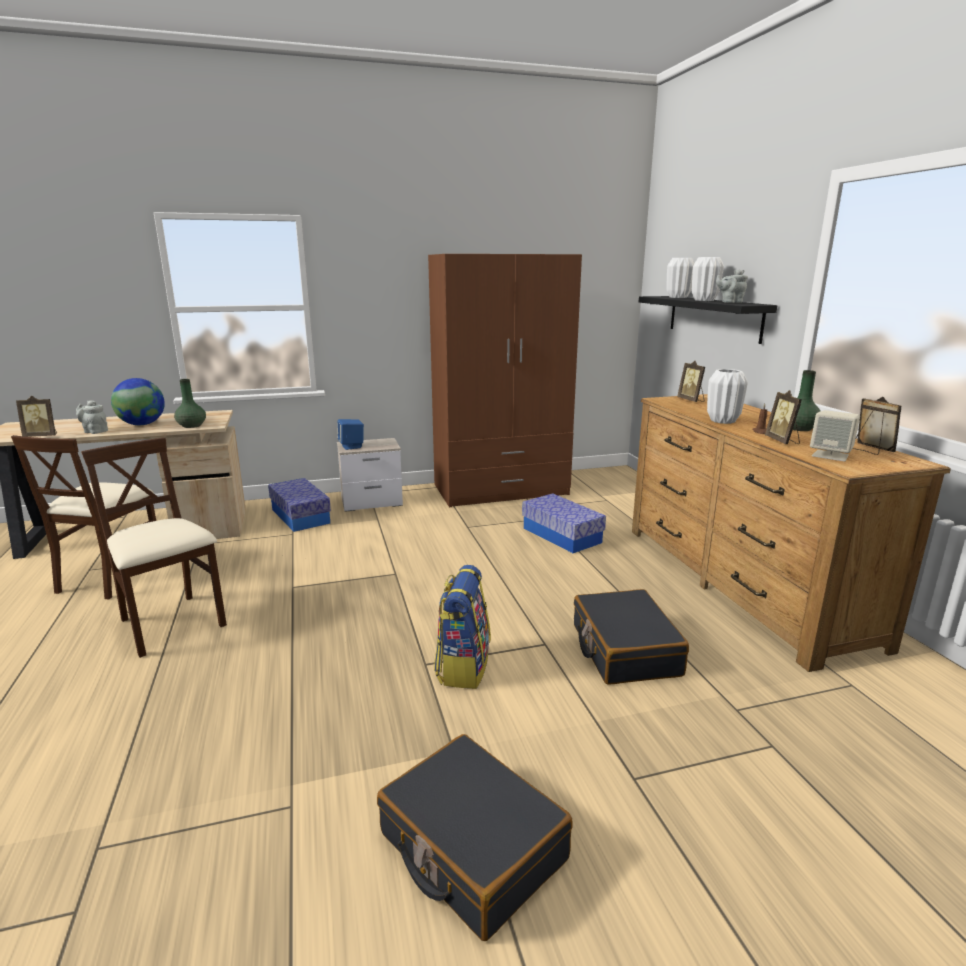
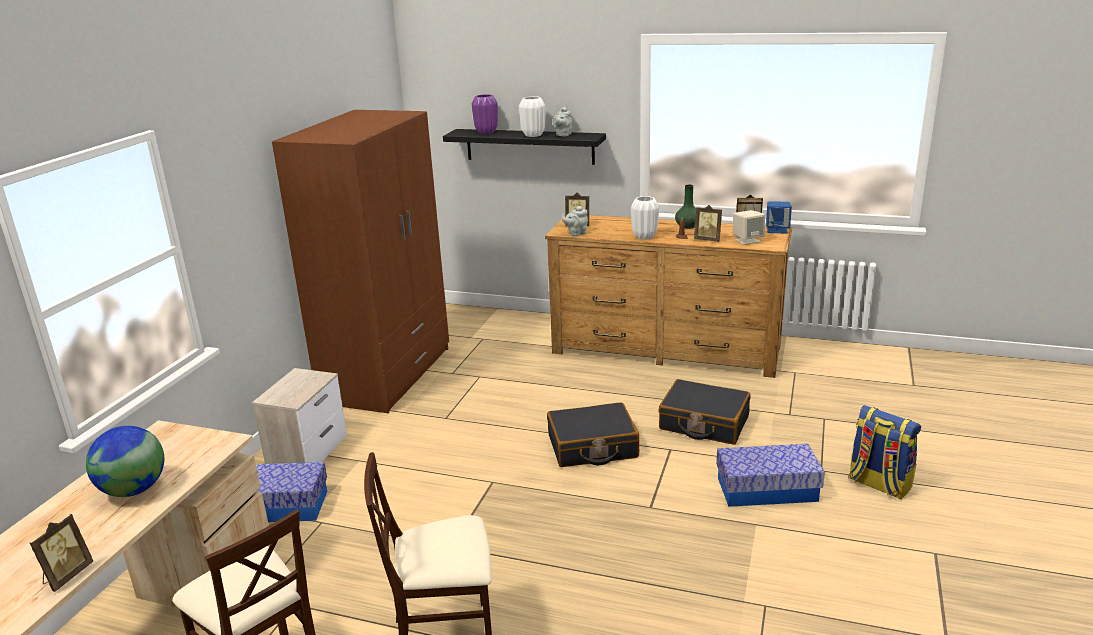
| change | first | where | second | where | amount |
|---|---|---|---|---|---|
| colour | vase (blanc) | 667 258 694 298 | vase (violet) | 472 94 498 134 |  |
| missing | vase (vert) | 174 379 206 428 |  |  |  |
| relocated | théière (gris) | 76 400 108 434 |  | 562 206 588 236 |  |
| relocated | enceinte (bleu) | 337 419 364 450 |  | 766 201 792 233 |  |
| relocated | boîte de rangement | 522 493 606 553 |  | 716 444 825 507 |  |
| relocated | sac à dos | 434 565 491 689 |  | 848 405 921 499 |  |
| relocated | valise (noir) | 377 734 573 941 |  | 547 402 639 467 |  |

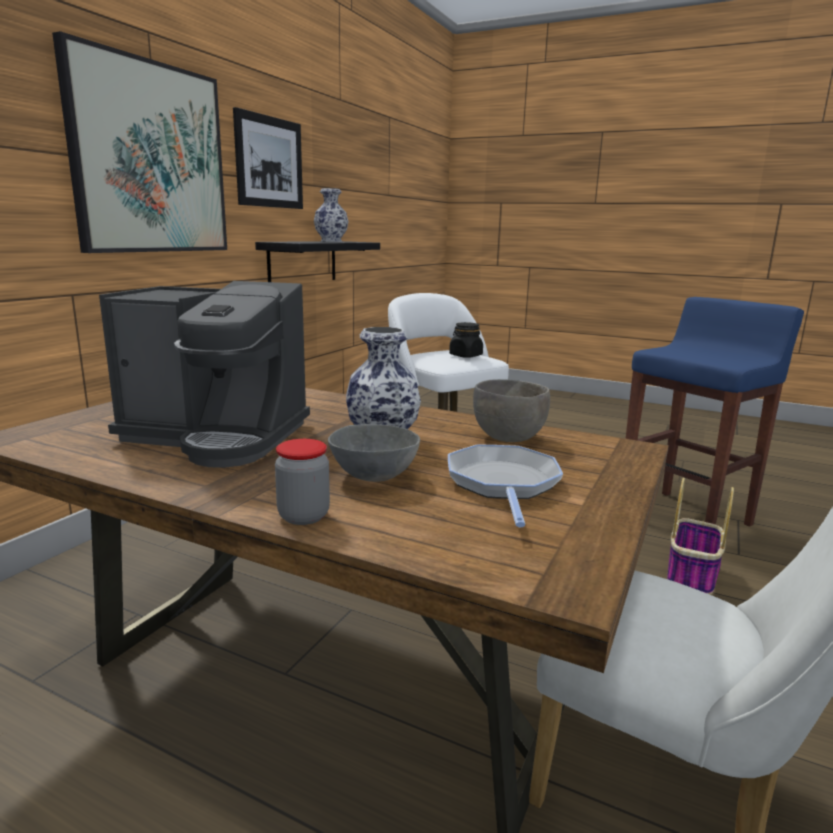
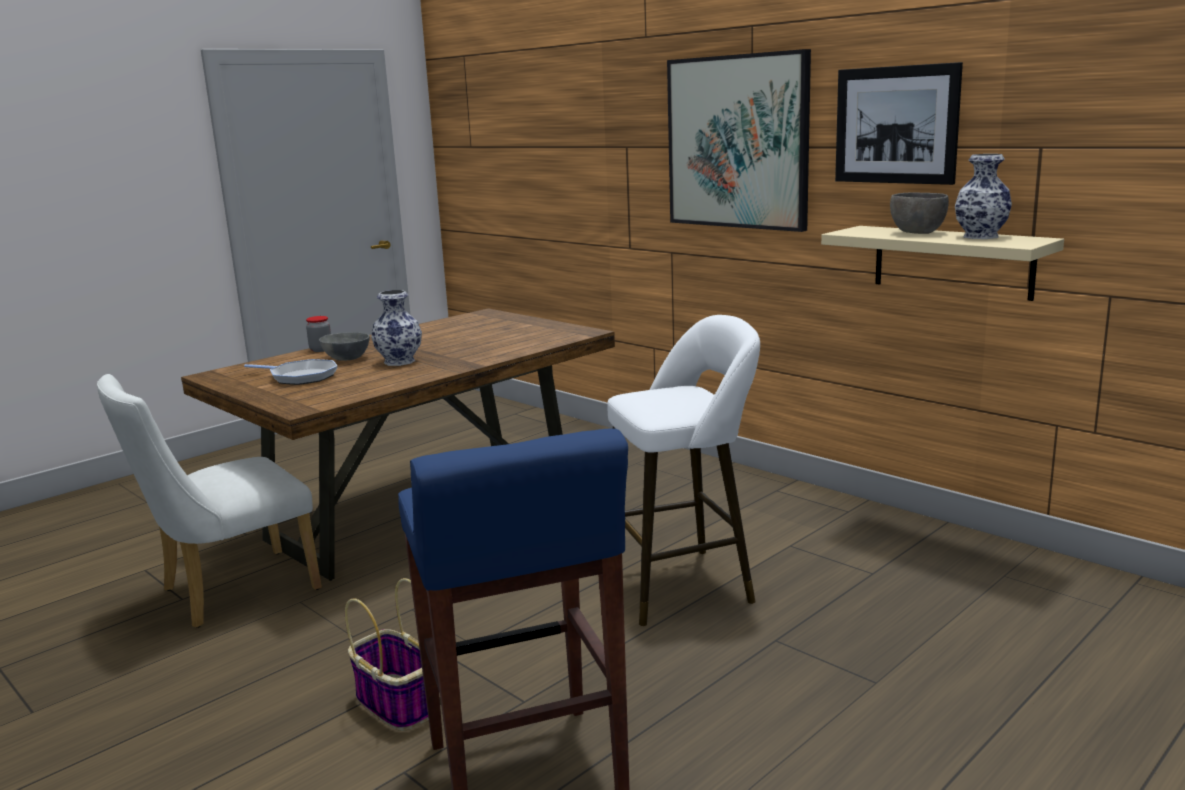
| change | first | where | second | where | amount |
|---|---|---|---|---|---|
| colour | étagère (noir) | 255 241 380 282 | étagère (beige) | 821 226 1064 301 |  |
| missing | machine à café | 99 281 310 468 |  |  |  |
| missing | bocal (noir) | 449 322 483 358 |  |  |  |
| relocated | bol (gris) | 473 379 550 442 |  | 890 193 949 234 |  |

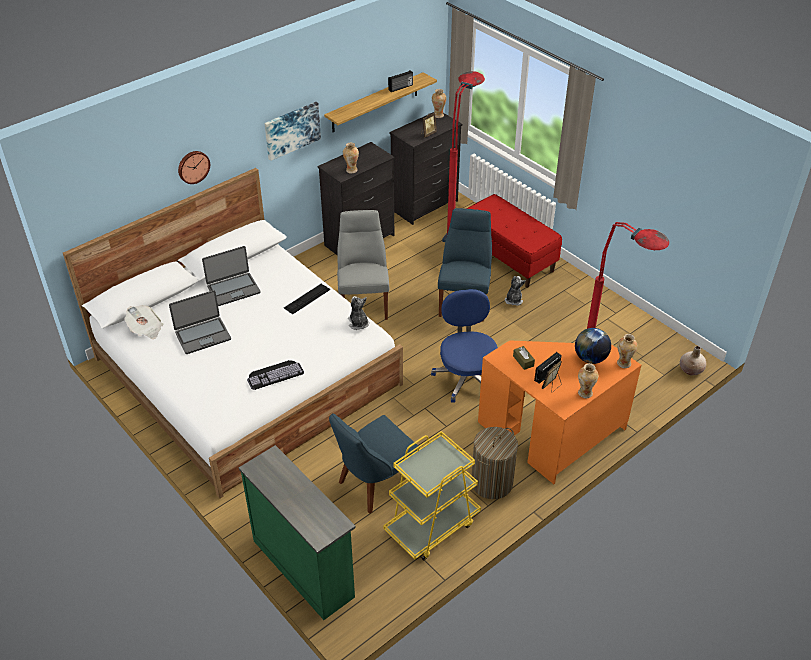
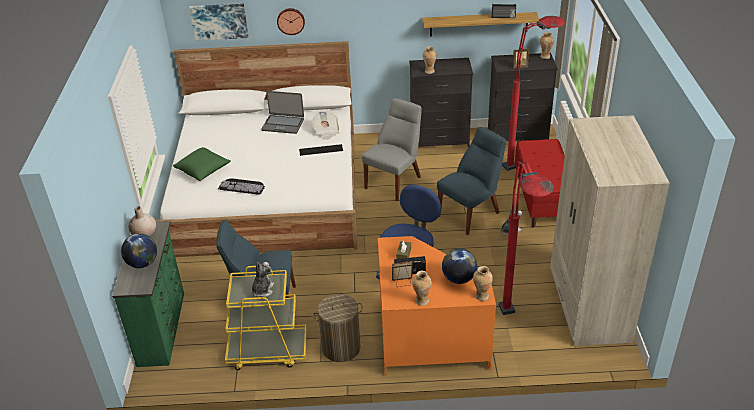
| change | first | where | second | where | amount |
|---|---|---|---|---|---|
| relocated | tableau | 265 102 321 161 |  | 189 4 249 41 |  |
| missing | ordinateur portable | 169 290 231 354 |  |  |  |
| relocated | peluche | 348 296 369 330 |  | 251 262 274 297 |  |
| relocated | journal | 124 305 163 339 |  | 313 111 339 140 |  |
| relocated | vase (beige) | 680 346 706 376 |  | 129 206 156 237 |  |
| appeared |  |  | armoire (beige) | 550 115 670 346 |  |
| appeared |  |  | coussin (vert) | 173 147 231 181 |  |
| appeared |  |  | globe | 121 233 157 268 |  |

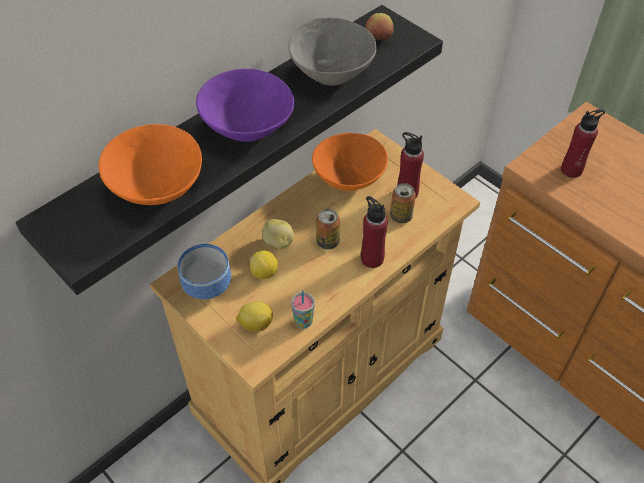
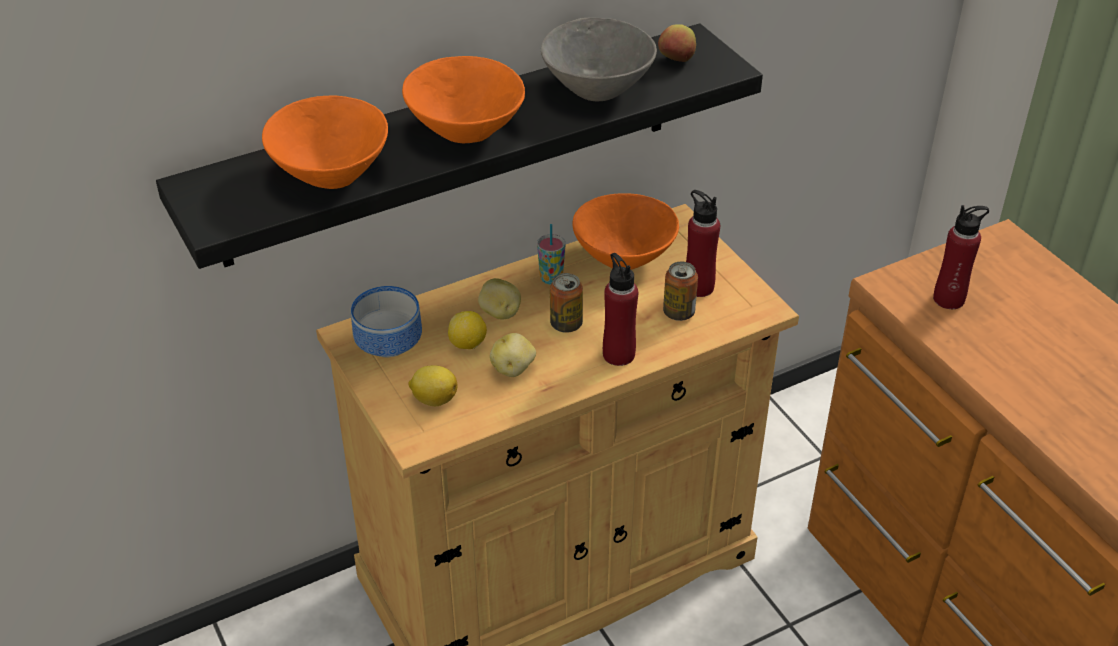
| change | first | where | second | where | amount |
|---|---|---|---|---|---|
| colour | bol (violet) | 196 69 295 142 | bol (orange) | 402 56 525 143 |  |
| relocated | tasse | 291 290 314 329 |  | 537 224 565 285 |  |
| appeared |  |  | pomme de terre | 490 333 536 377 |  |

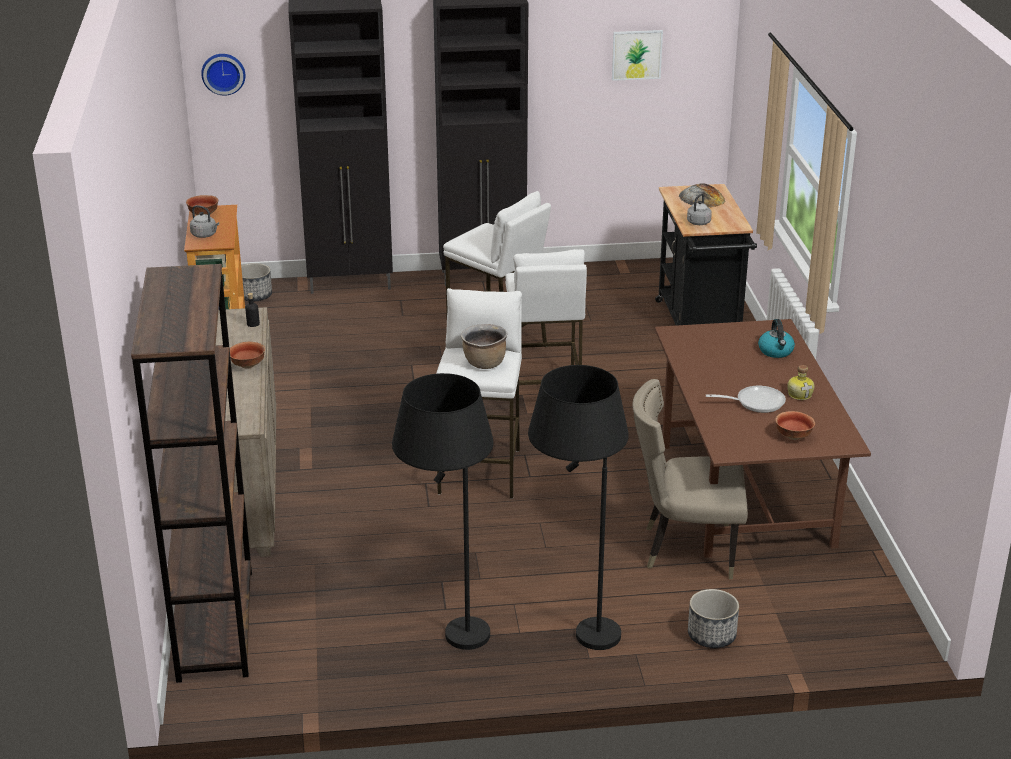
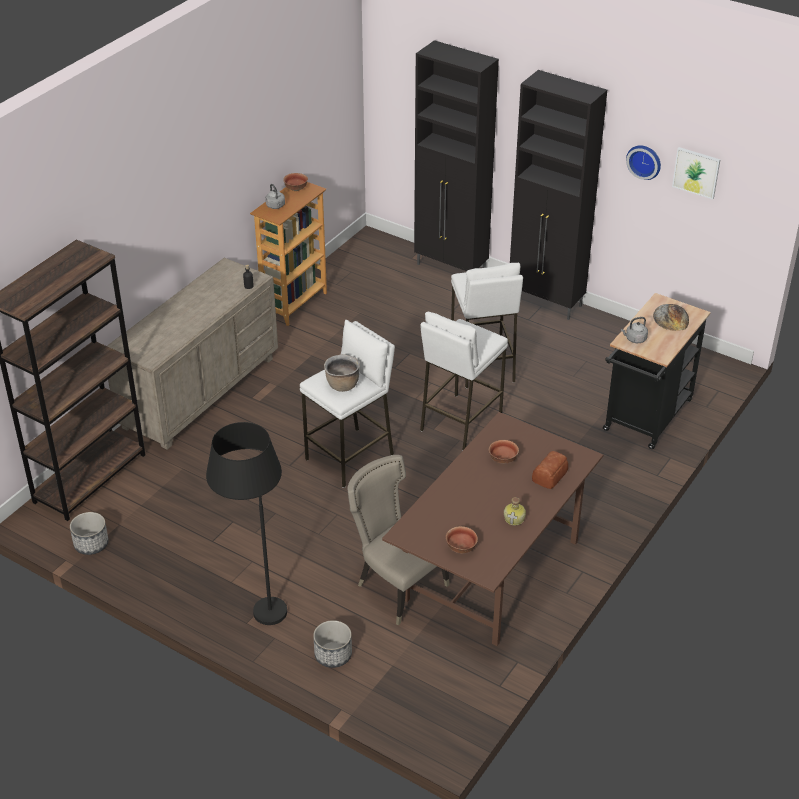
| change | first | where | second | where | amount |
|---|---|---|---|---|---|
| relocated | horloge murale | 201 54 246 95 |  | 626 145 661 180 |  |
| relocated | cache-pot | 241 263 272 301 |  | 70 512 109 555 |  |
| exchanged | bouilloire | 758 319 795 358 | pain | 532 451 568 489 |  |
| relocated | bol | 230 342 265 369 |  | 489 440 519 464 |  |
| missing | lampadaire (noir) | 392 373 493 650 |  |  |  |
| missing | poêle | 706 386 786 413 |  |  |  |

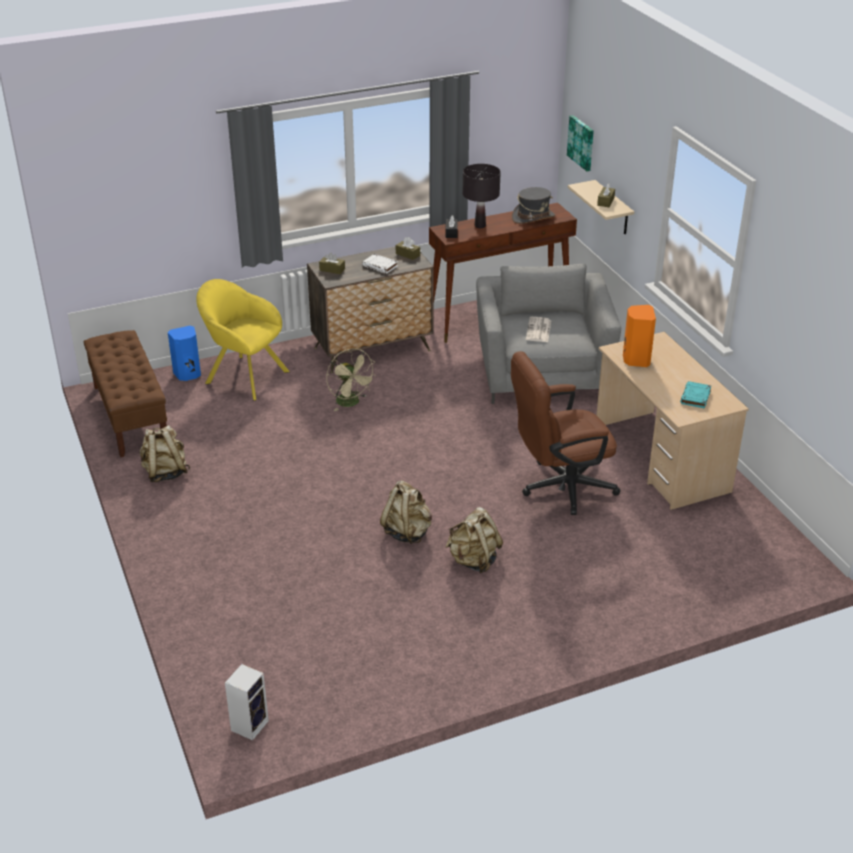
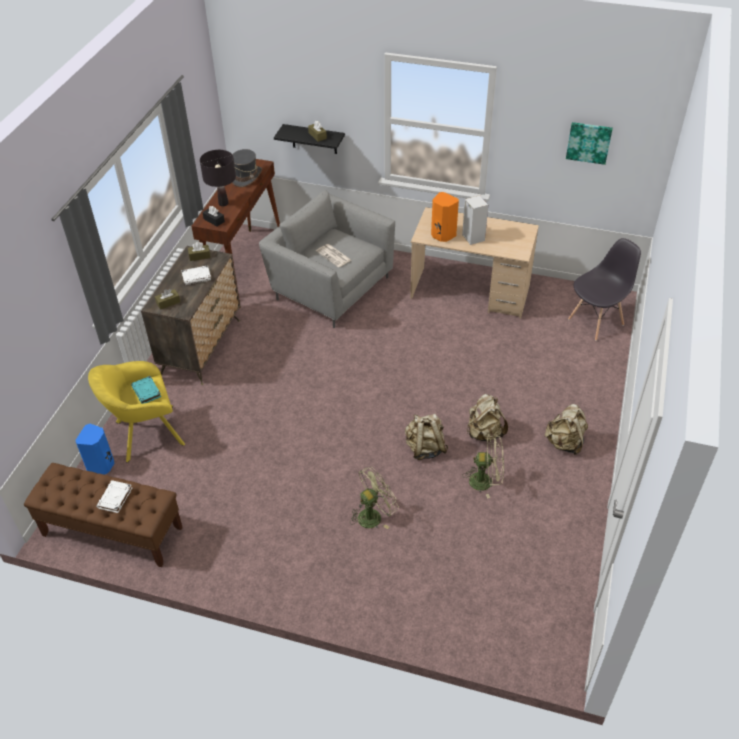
| change | first | where | second | where | amount |
|---|---|---|---|---|---|
| relocated | tableau | 567 115 594 171 |  | 566 122 613 165 |  |
| colour | étagère (beige) | 568 180 634 234 | étagère (noir) | 274 124 345 154 |  |
| relocated | ventilateur (beige) | 327 348 377 411 |  | 462 434 504 498 |  |
| missing | chaise de bureau (marron) | 511 351 620 515 |  |  |  |
| relocated | livre (turquoise) | 680 381 711 409 |  | 131 376 161 404 |  |
| relocated | sac à dos (beige) | 140 425 190 482 |  | 545 404 588 455 |  |
| relocated | enceinte | 225 664 269 740 |  | 462 195 488 245 |  |
| appeared |  |  | chaise (gris) | 568 238 641 341 |  |
| appeared |  |  | ventilateur (vert) | 350 467 399 529 |  |
| appeared |  |  | livre (blanc) | 96 480 132 513 |  |

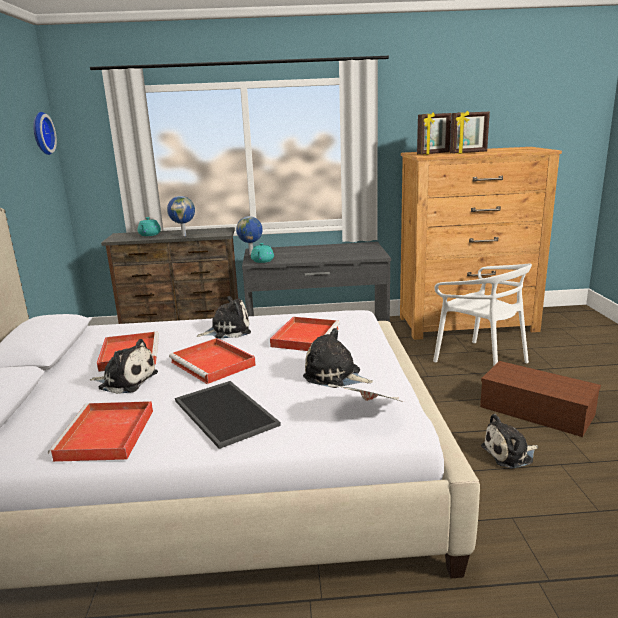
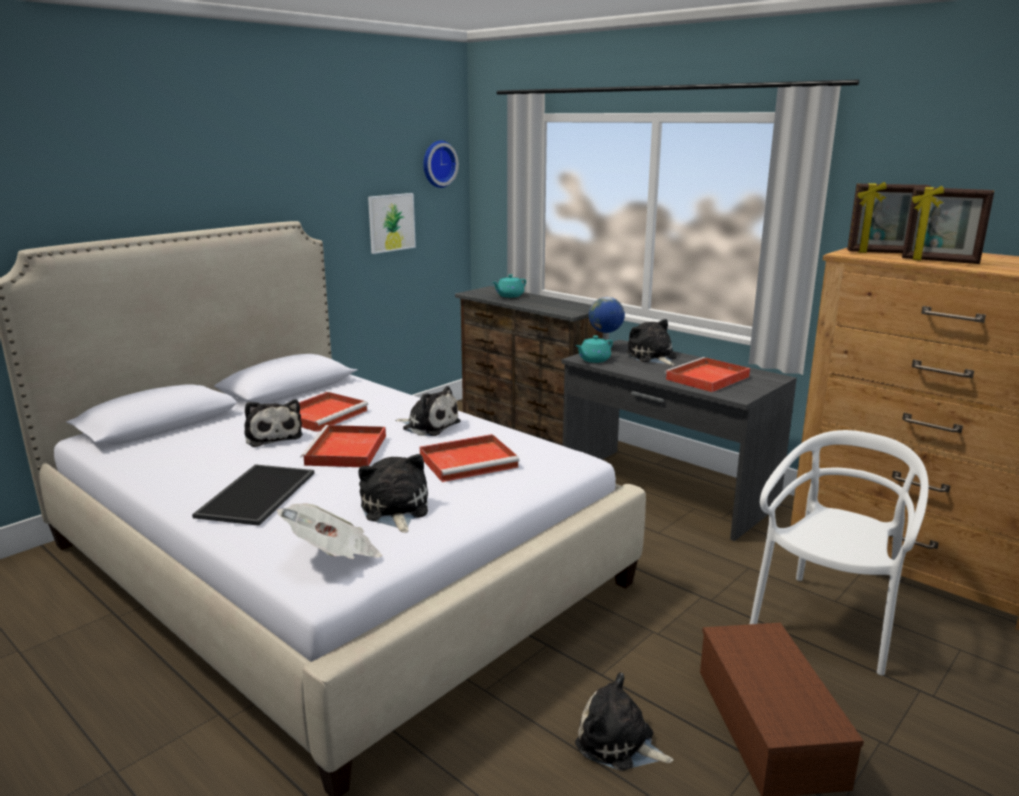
| change | first | where | second | where | amount |
|---|---|---|---|---|---|
| missing | globe | 167 196 195 236 |  |  |  |
| spun | chaise (blanc) | 433 264 532 367 |  | 750 430 929 675 | 150 degrees counterclockwise |
| relocated | plateau (rouge) | 48 401 153 462 |  | 664 357 750 392 |  |
| appeared |  |  | tableau | 368 193 416 254 |  |
| appeared |  |  | peluche | 627 319 677 366 |  |

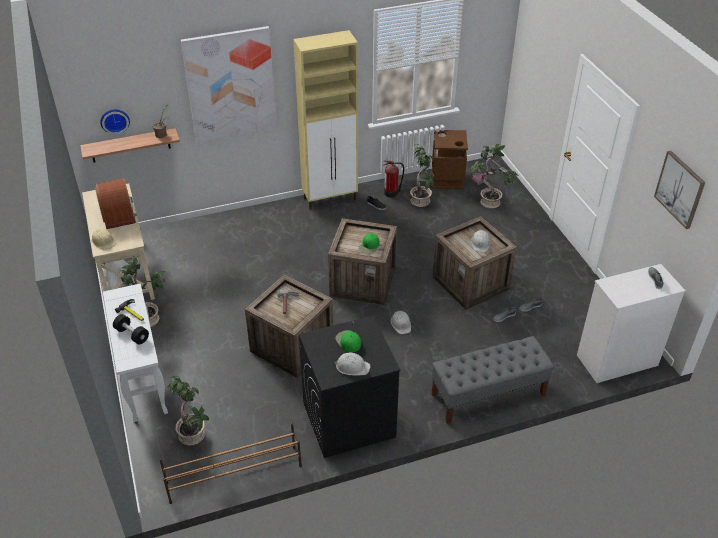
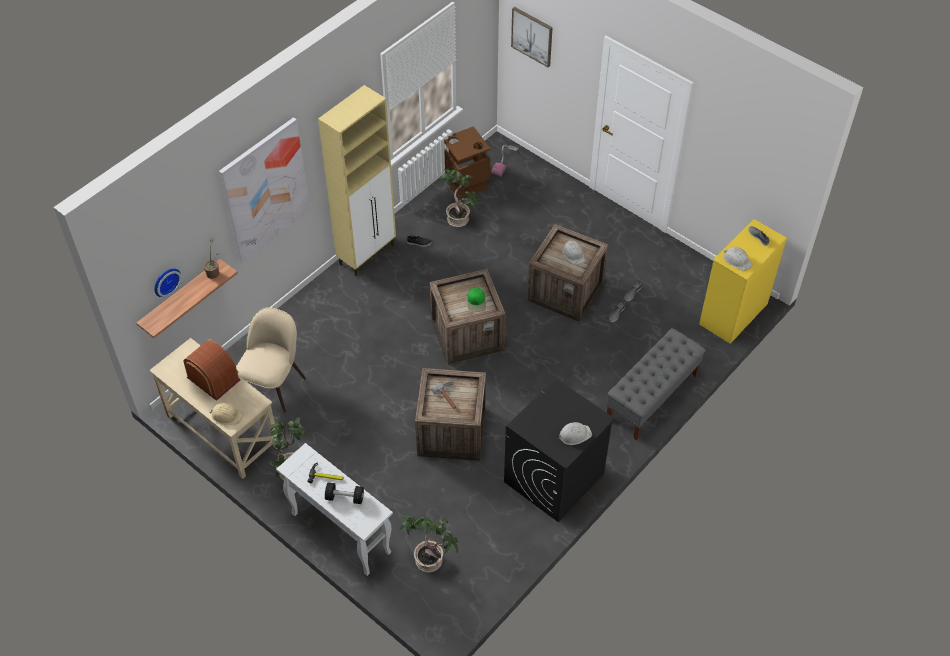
| change | first | where | second | where | amount |
|---|---|---|---|---|---|
| missing | plante en pot | 470 144 519 209 |  |  |  |
| relocated | tableau | 654 150 705 229 |  | 511 7 553 67 |  |
| missing | extincteur | 383 161 404 198 |  |  |  |
| colour | commode (blanc) | 577 264 685 383 | commode (jaune) | 699 219 787 344 |  |
| relocated | casque de chantier (blanc) | 391 311 411 334 |  | 724 247 752 271 |  |
| missing | casquette (vert) | 336 330 361 353 |  |  |  |
| missing | étagère à chaussures (marron) | 160 423 302 504 |  |  |  |
| appeared |  |  | chaise (beige) | 236 307 306 413 |  |

